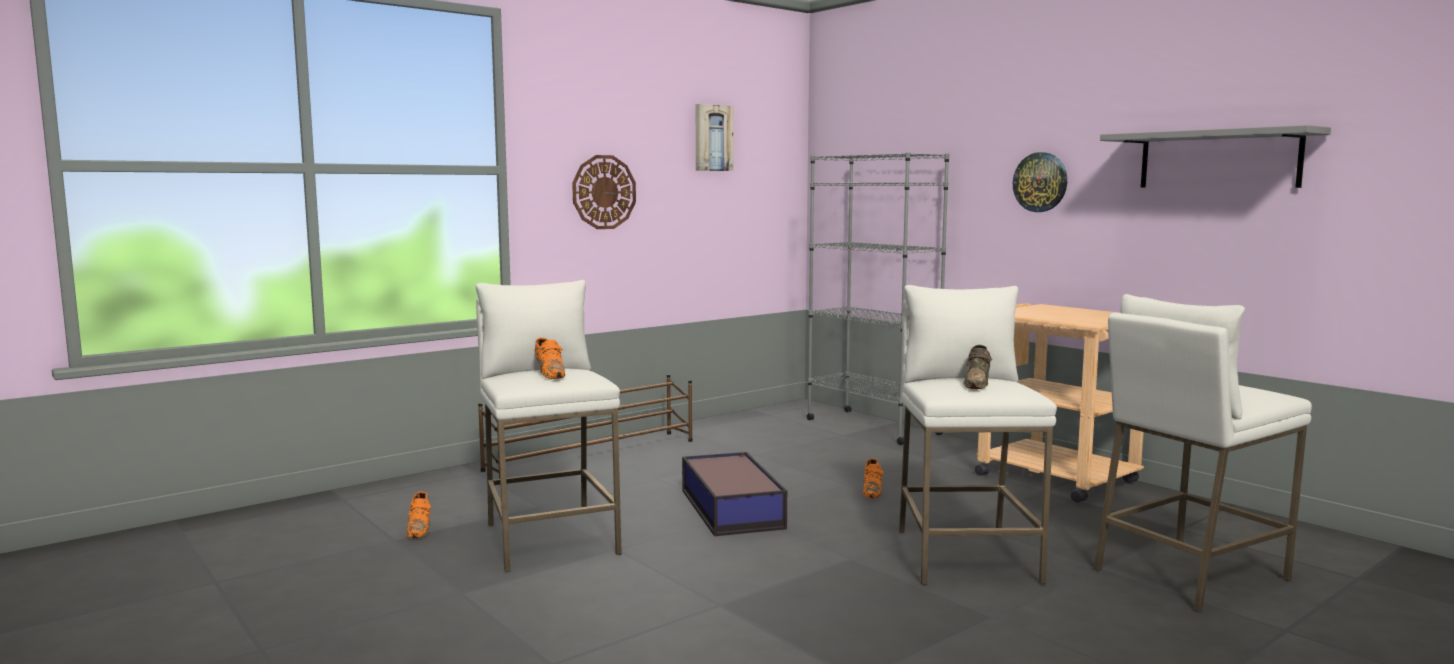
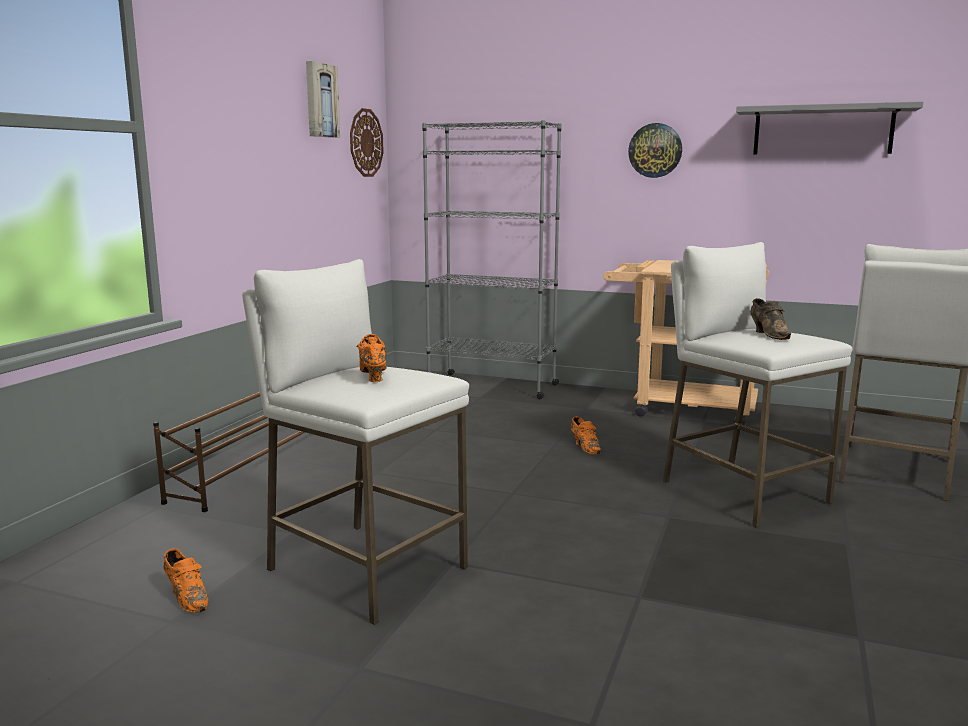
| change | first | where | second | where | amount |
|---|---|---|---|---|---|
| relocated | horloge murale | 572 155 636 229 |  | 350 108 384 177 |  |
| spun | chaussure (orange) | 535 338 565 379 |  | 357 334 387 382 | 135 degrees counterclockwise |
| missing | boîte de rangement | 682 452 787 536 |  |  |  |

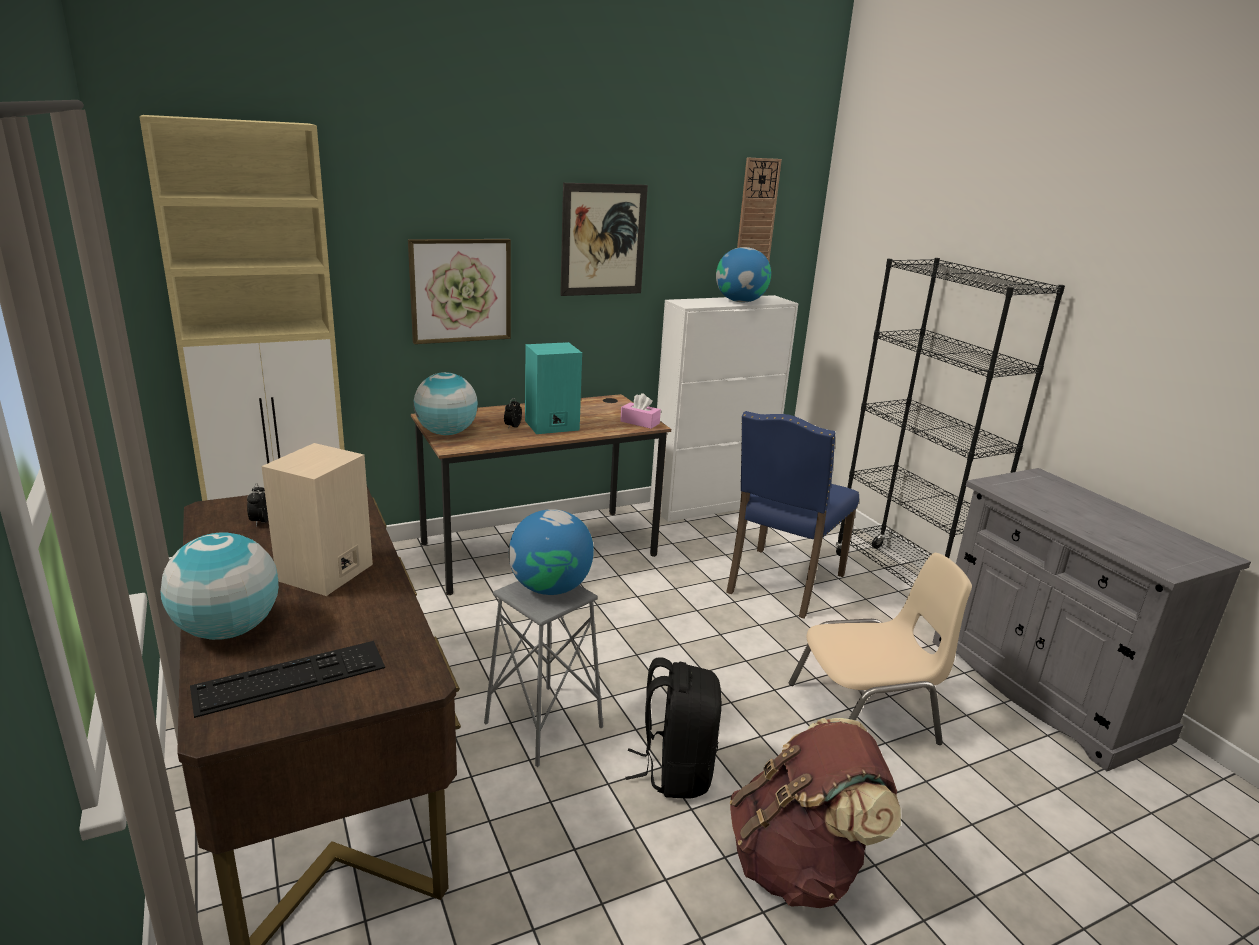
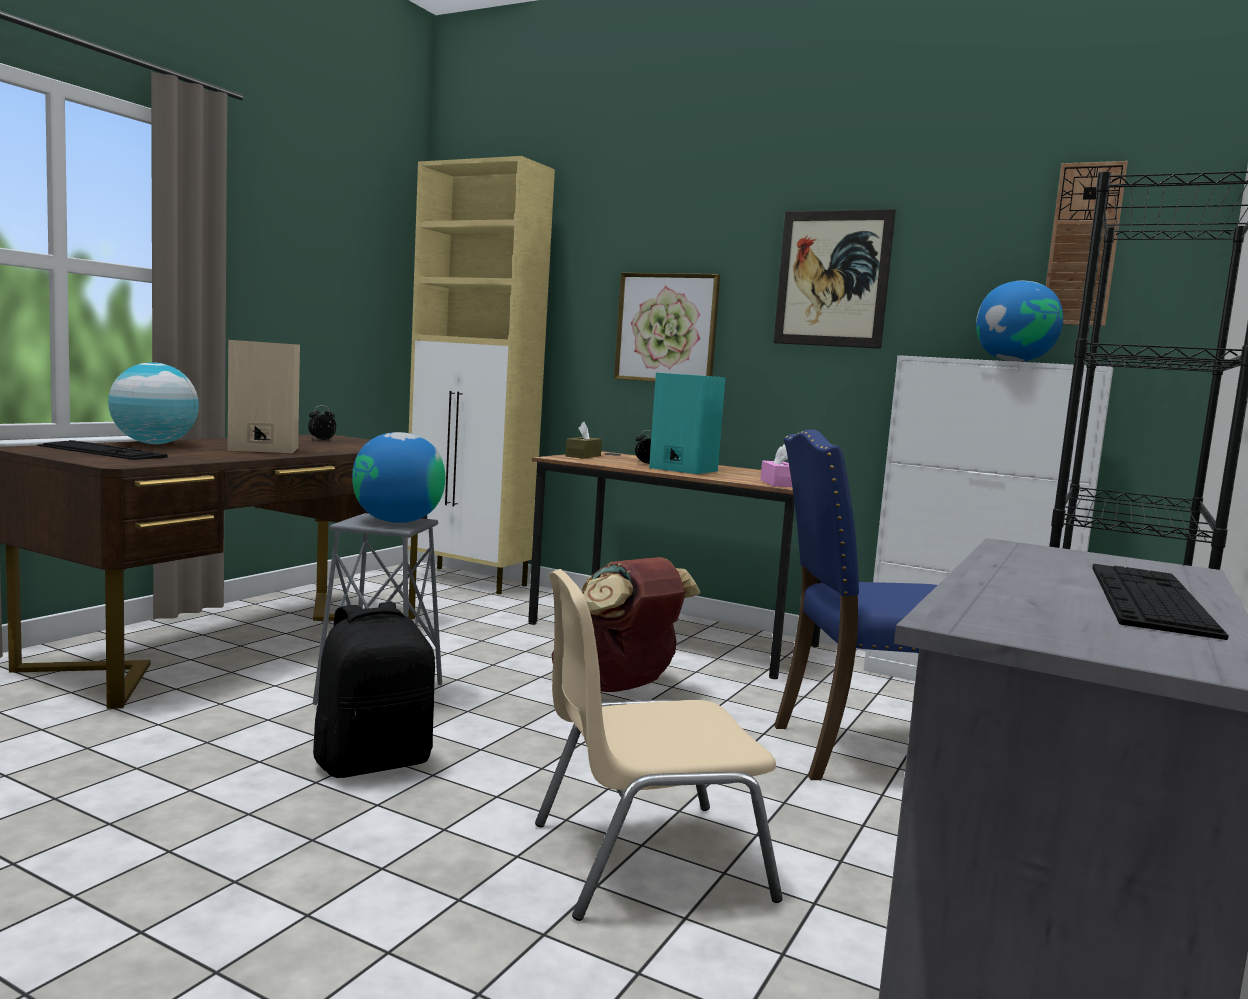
| change | first | where | second | where | amount |
|---|---|---|---|---|---|
| exchanged | globe | 413 372 478 435 | boîte à mouchoirs (marron) | 566 422 602 459 |  |
| spun | chaise (beige) | 789 553 972 745 |  | 535 569 783 921 | 120 degrees clockwise |
| relocated | sac à dos (marron) | 730 718 901 908 |  | 552 557 701 692 |  |
| appeared |  |  | clavier | 1092 564 1229 640 |  |

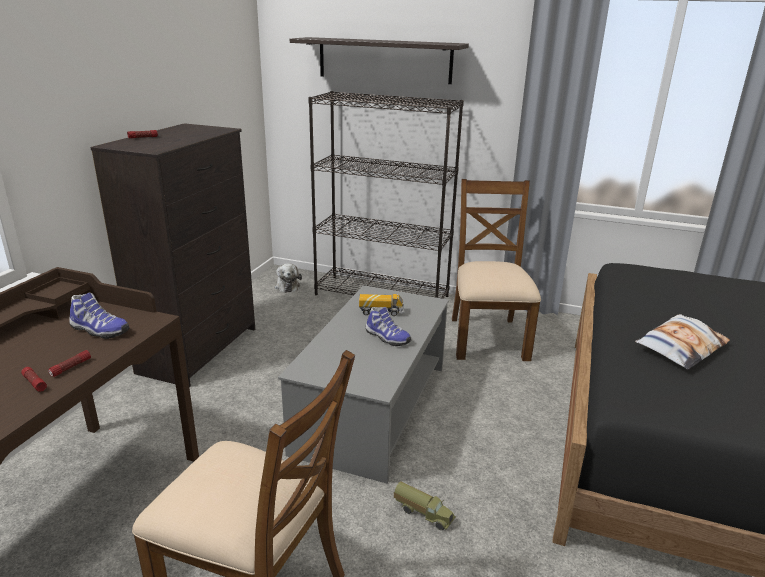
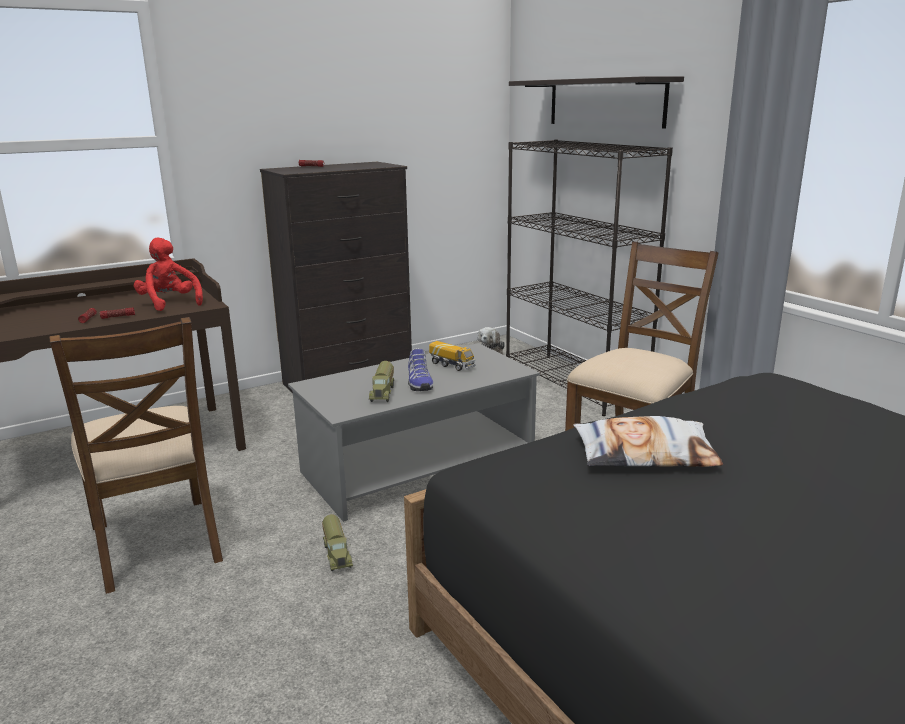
| change | first | where | second | where | amount |
|---|---|---|---|---|---|
| exchanged | chaussure | 69 293 129 339 | peluche (rouge) | 134 237 203 311 |  |
| appeared |  |  | camion jouet | 369 361 394 402 |  |

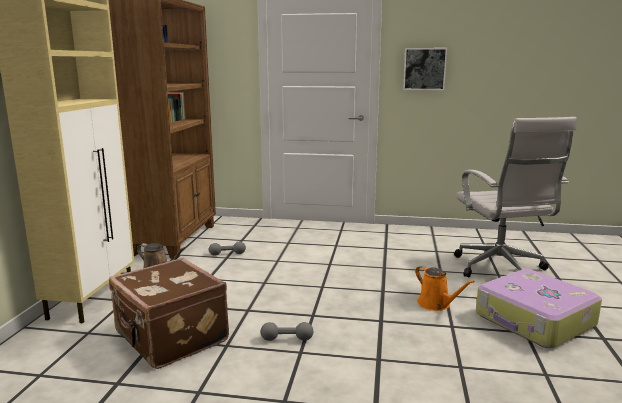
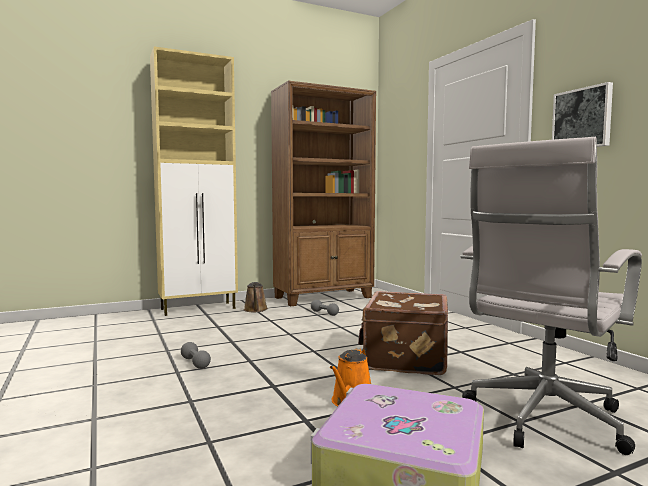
| change | first | where | second | where | amount |
|---|---|---|---|---|---|
| relocated | valise (marron) | 109 258 229 369 |  | 358 291 448 375 |  |

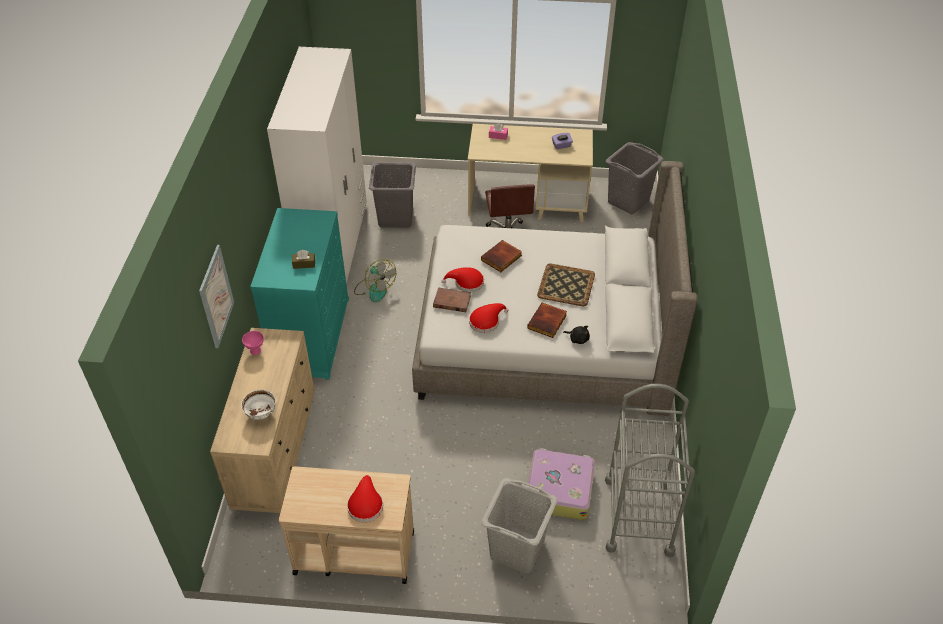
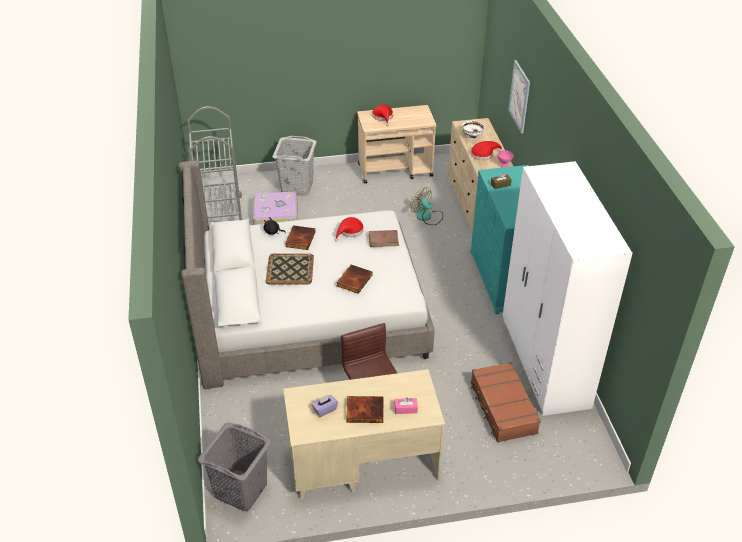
| change | first | where | second | where | amount |
|---|---|---|---|---|---|
| exchanged | panier à linge (gris) | 369 162 416 228 | valise (marron) | 470 362 541 442 |  |
| relocated | ventilateur | 354 260 396 302 |  | 410 187 443 225 |  |
| relocated | chapeau (rouge) | 442 267 484 292 |  | 471 141 503 160 |  |
| appeared |  |  | livre | 346 396 384 423 |  |

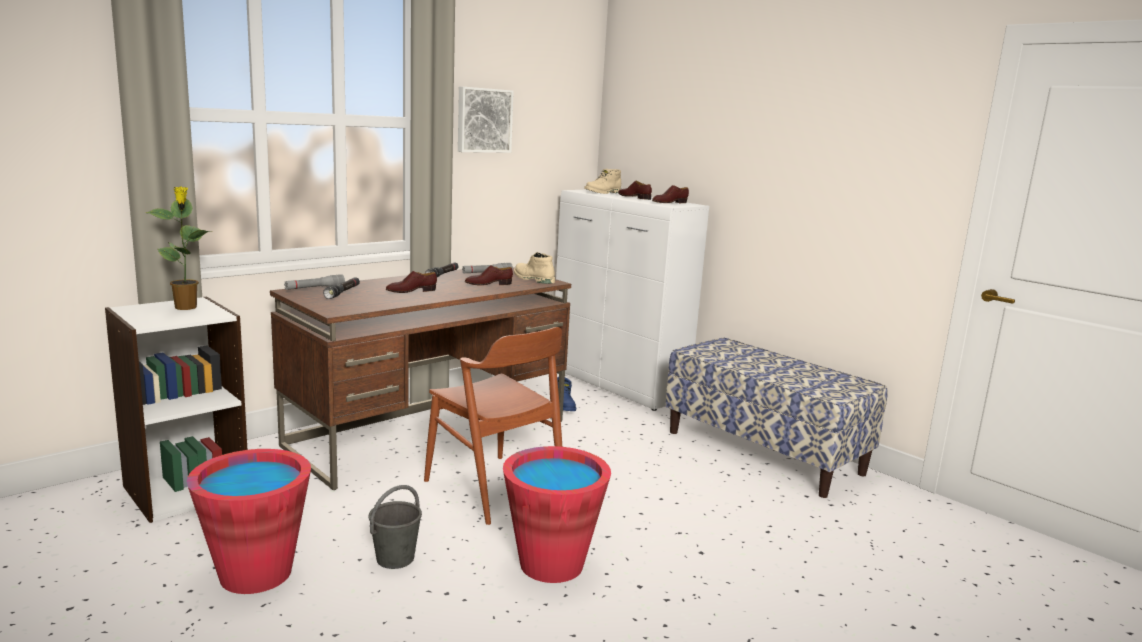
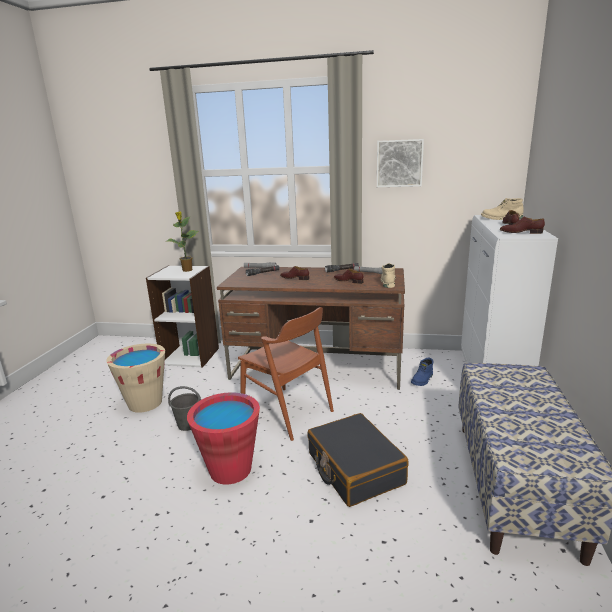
| change | first | where | second | where | amount |
|---|---|---|---|---|---|
| spun | chaise (marron) | 424 327 562 525 |  | 238 307 334 441 | 60 degrees counterclockwise |
| colour | seau (rouge) | 186 449 311 594 | seau (beige) | 106 344 165 413 |  |
| appeared |  |  | valise (noir) | 307 413 409 507 |  |

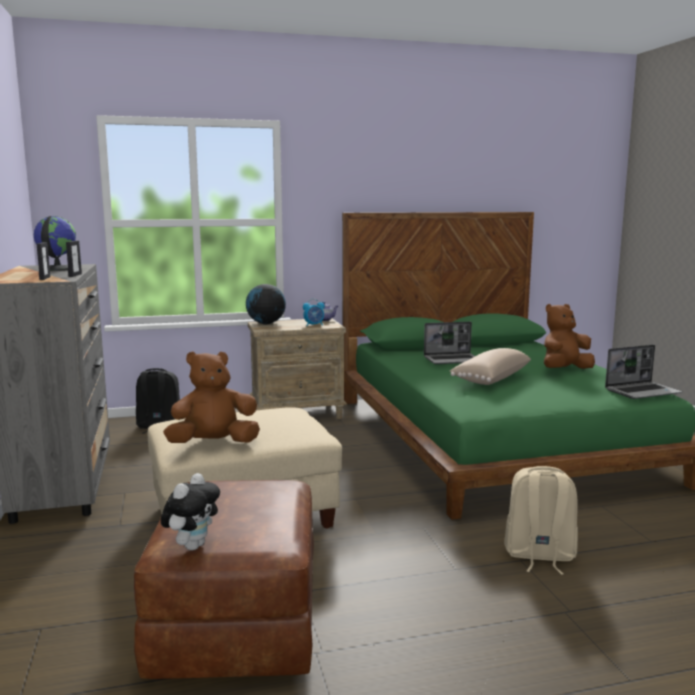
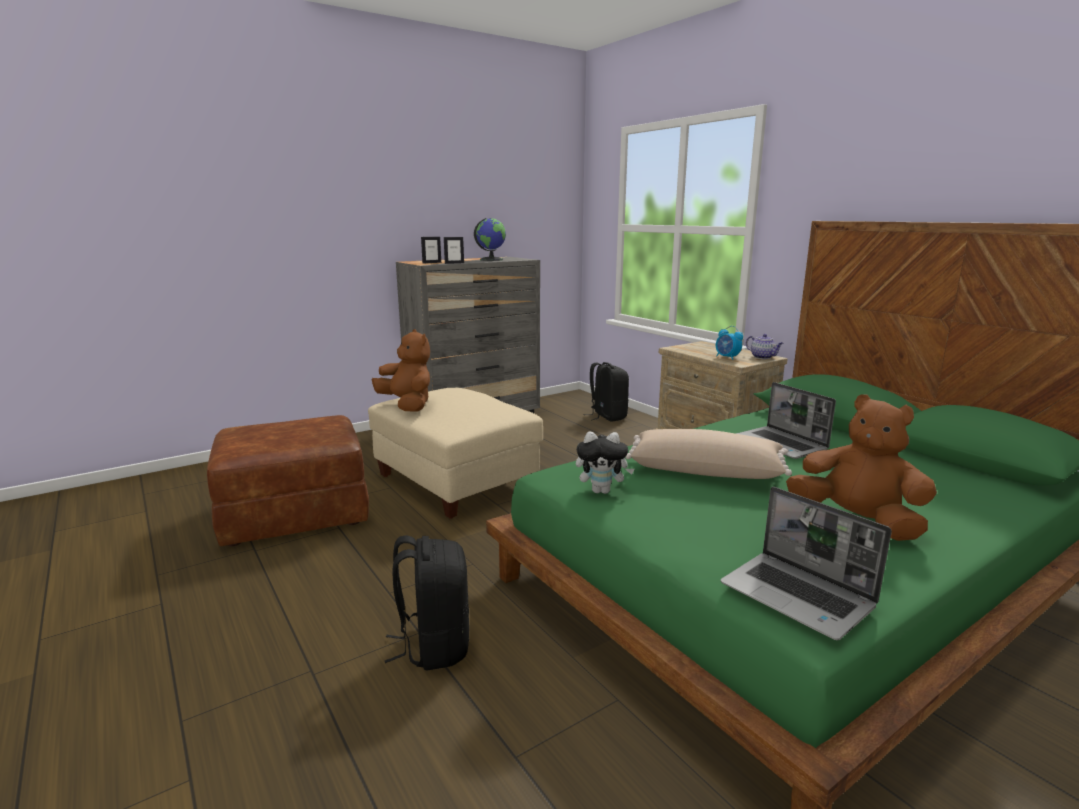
| change | first | where | second | where | amount |
|---|---|---|---|---|---|
| missing | globe | 246 284 286 324 |  |  |  |
| colour | sac à dos (beige) | 504 466 578 575 | sac à dos (noir) | 385 535 469 671 |  |
| relocated | peluche | 161 473 220 551 |  | 576 431 634 494 |  |

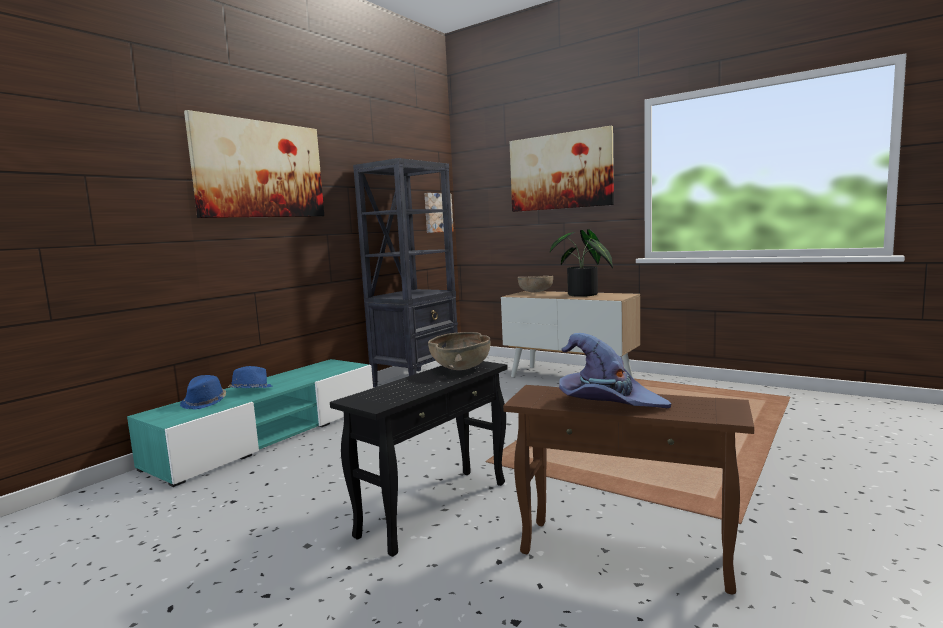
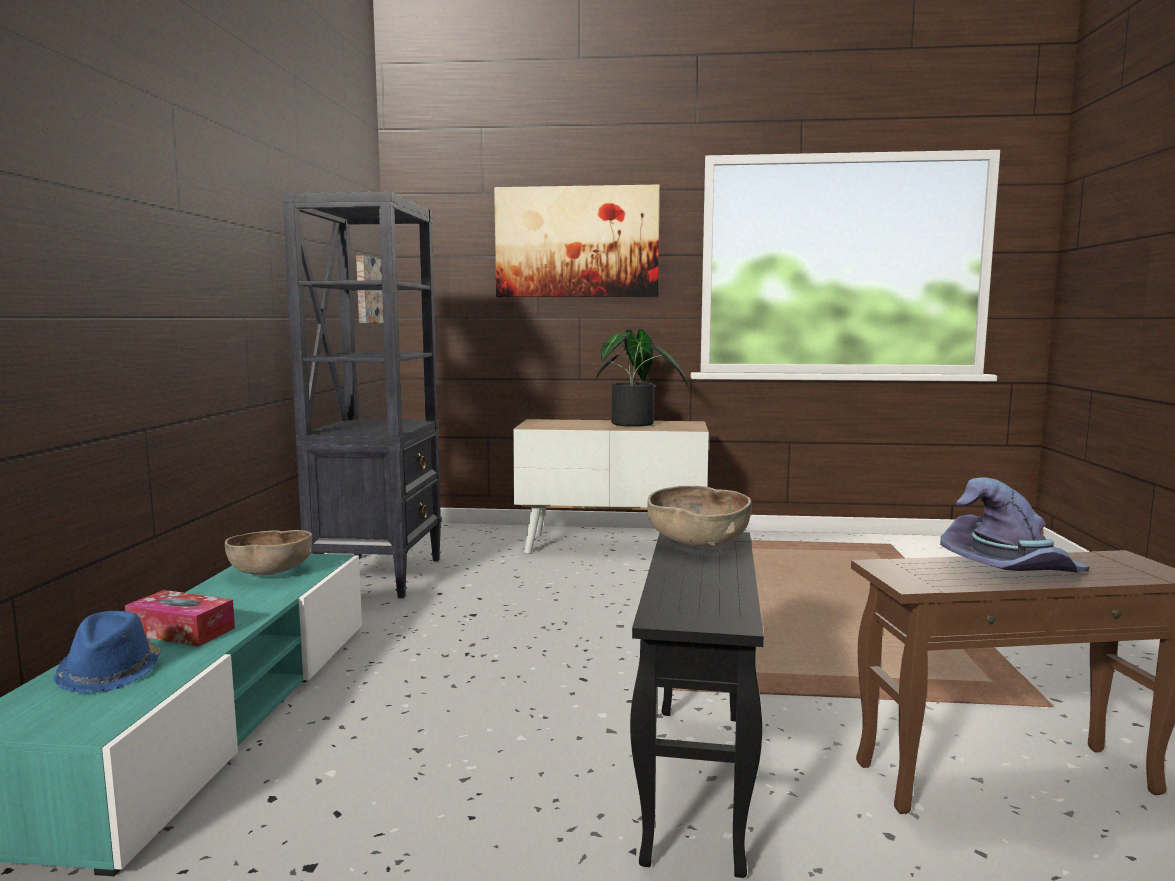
| change | first | where | second | where | amount |
|---|---|---|---|---|---|
| missing | tableau | 184 110 324 218 |  |  |  |
| relocated | bol (marron) | 518 276 553 292 |  | 225 530 312 575 |  |
| exchanged | chapeau (bleu) | 228 366 272 388 | boîte à mouchoirs | 125 590 235 646 |  |

